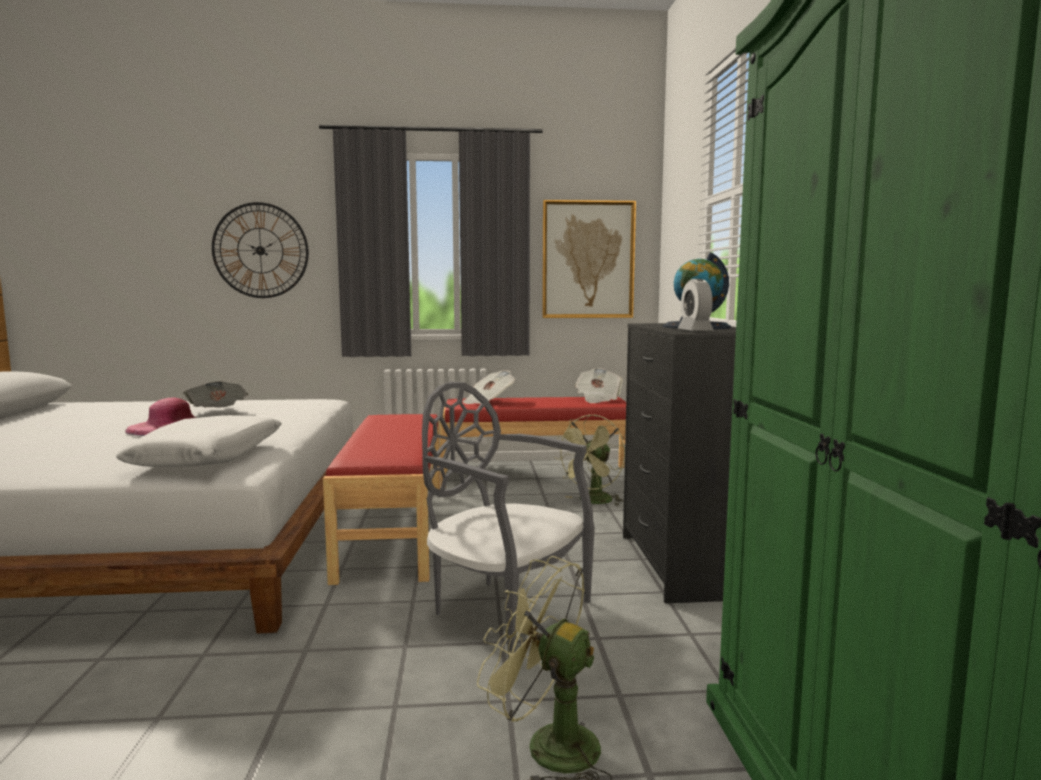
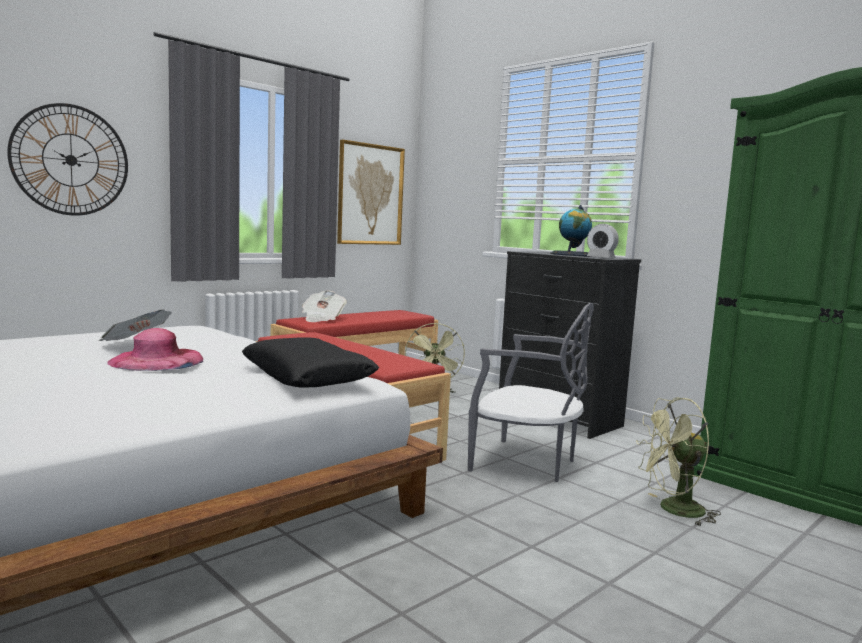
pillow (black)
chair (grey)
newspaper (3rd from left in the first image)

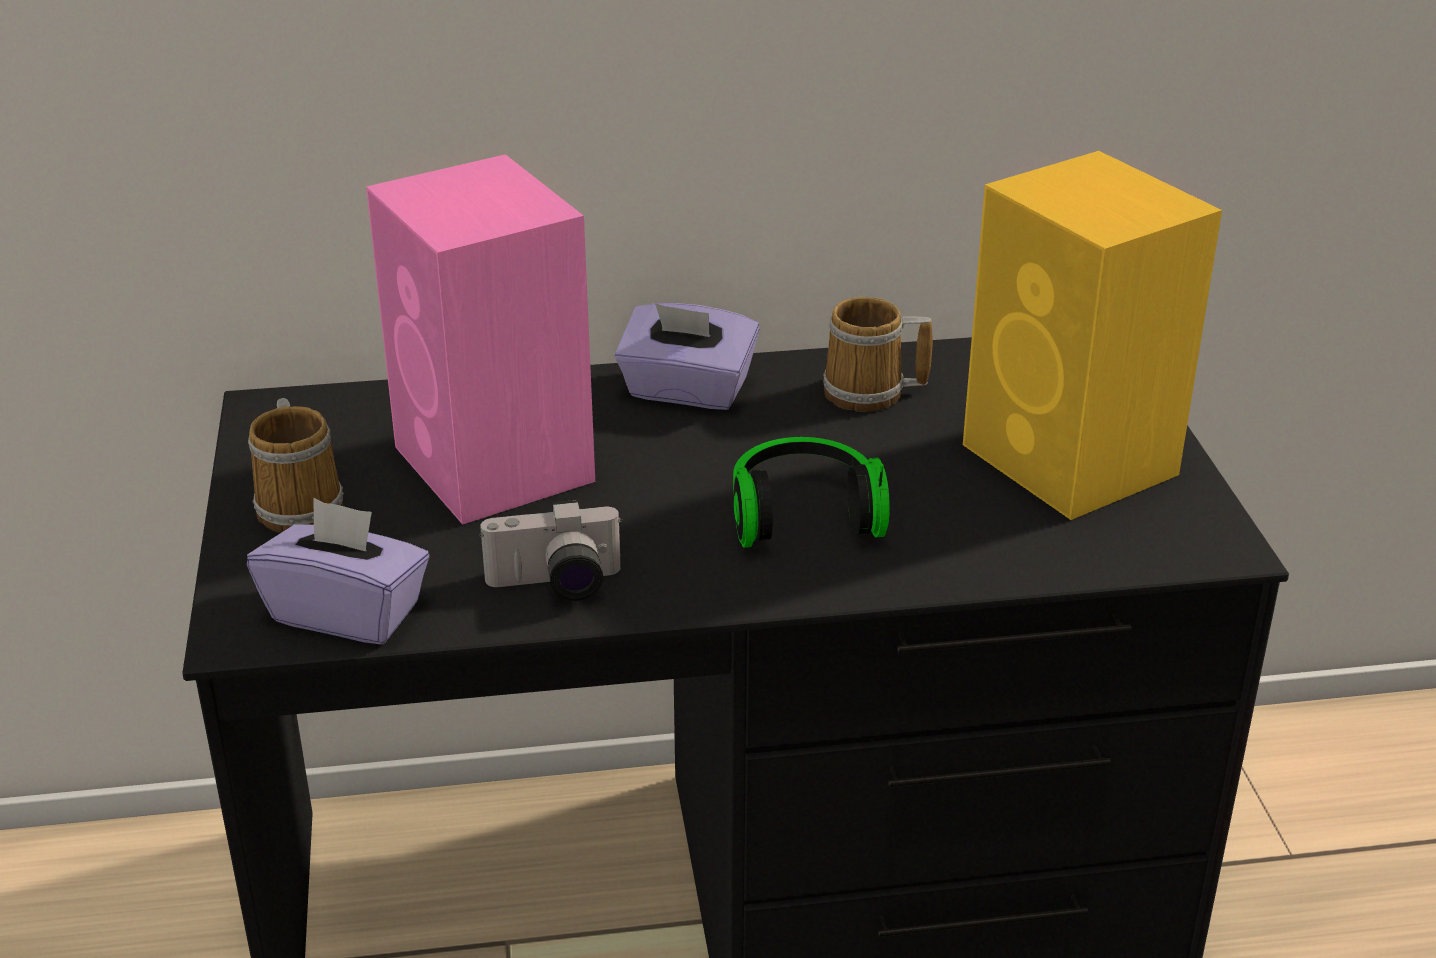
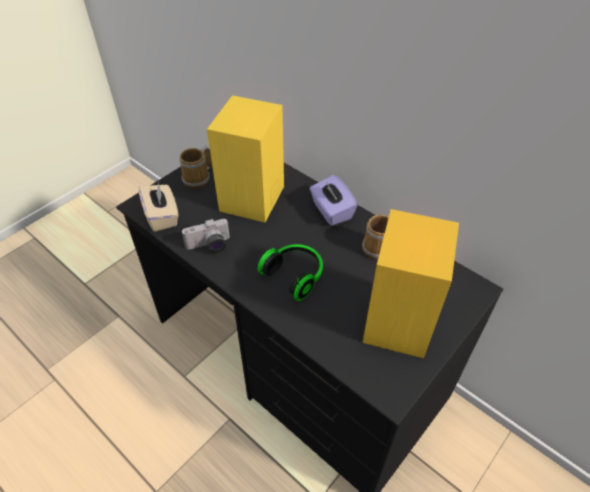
tissue box (beige)
speaker (yellow) (1st from left)
photo camera

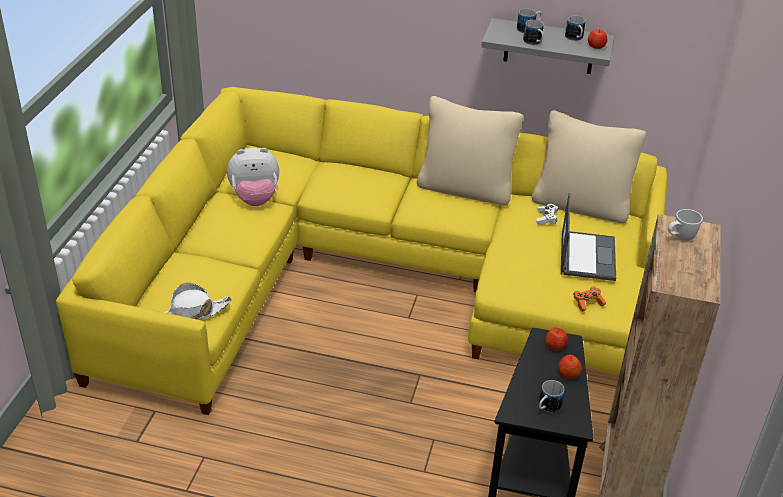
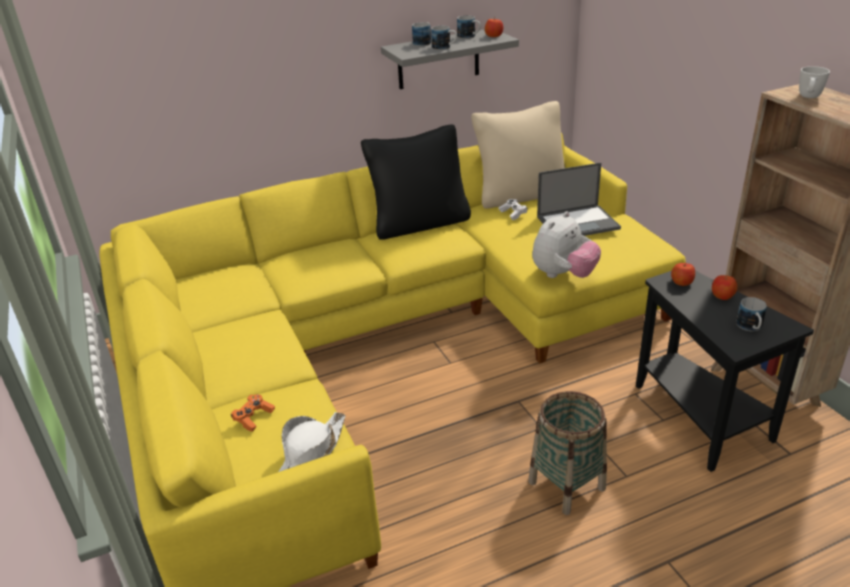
plush toy
pillow (black)
laptop
game controller (orange)
basket

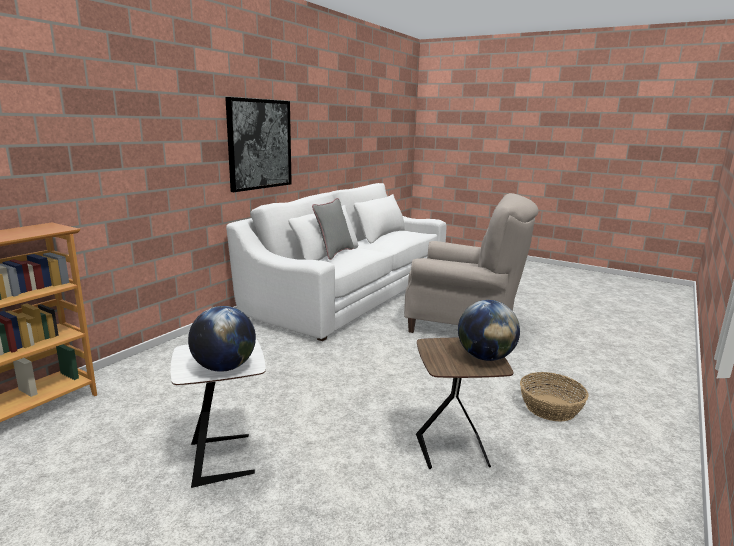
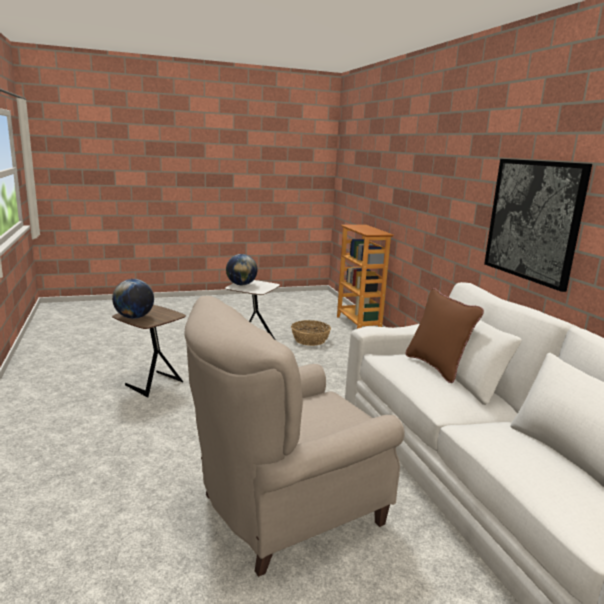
pillow (brown)
basket

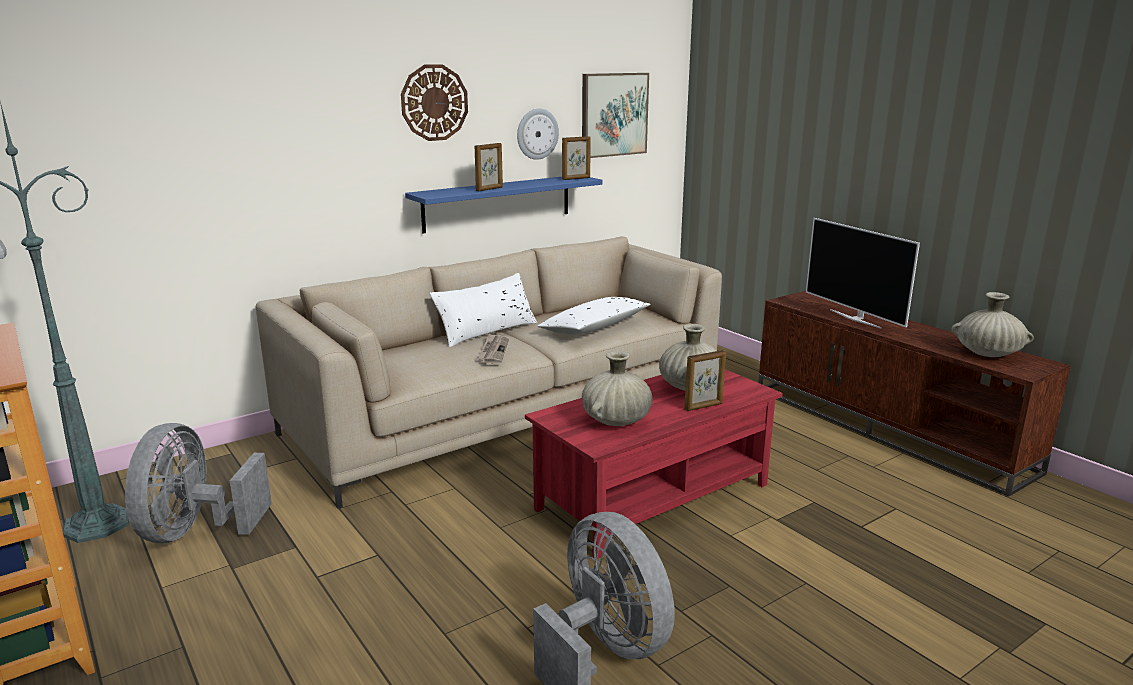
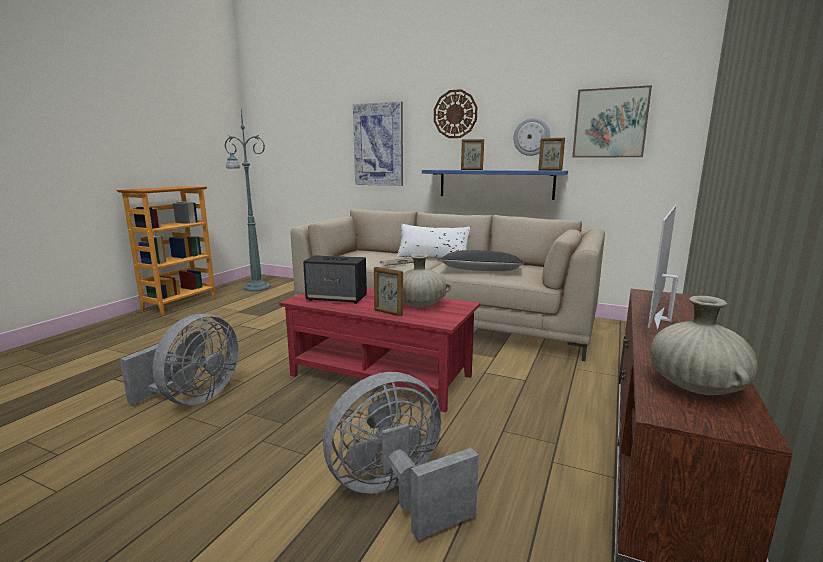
fan (grey) (2nd from left)
pillow (black)
speaker
picture (1st from left)

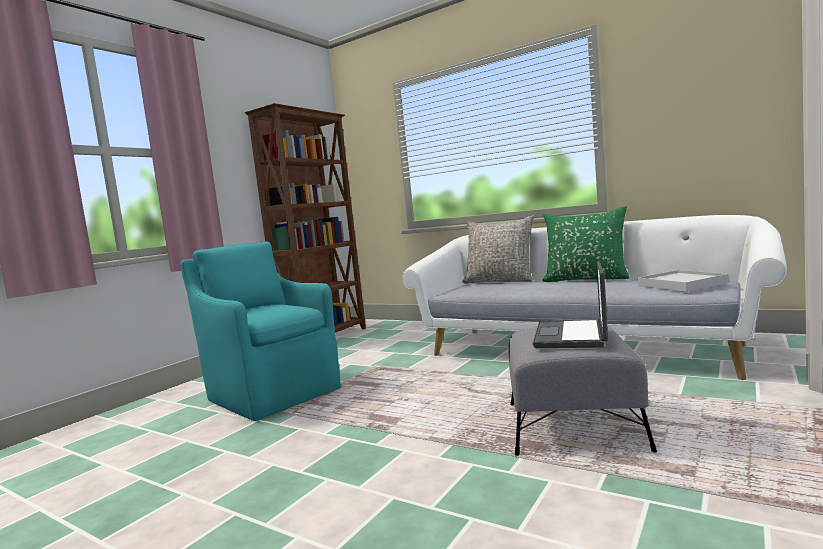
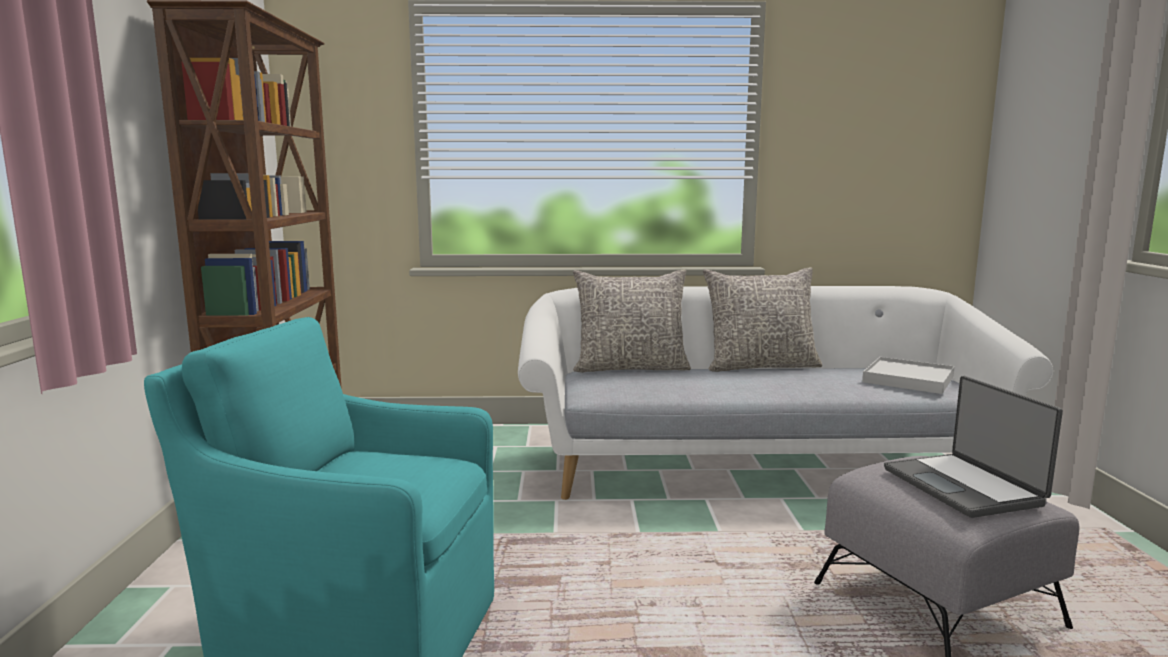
pillow (grey) (2nd from left)

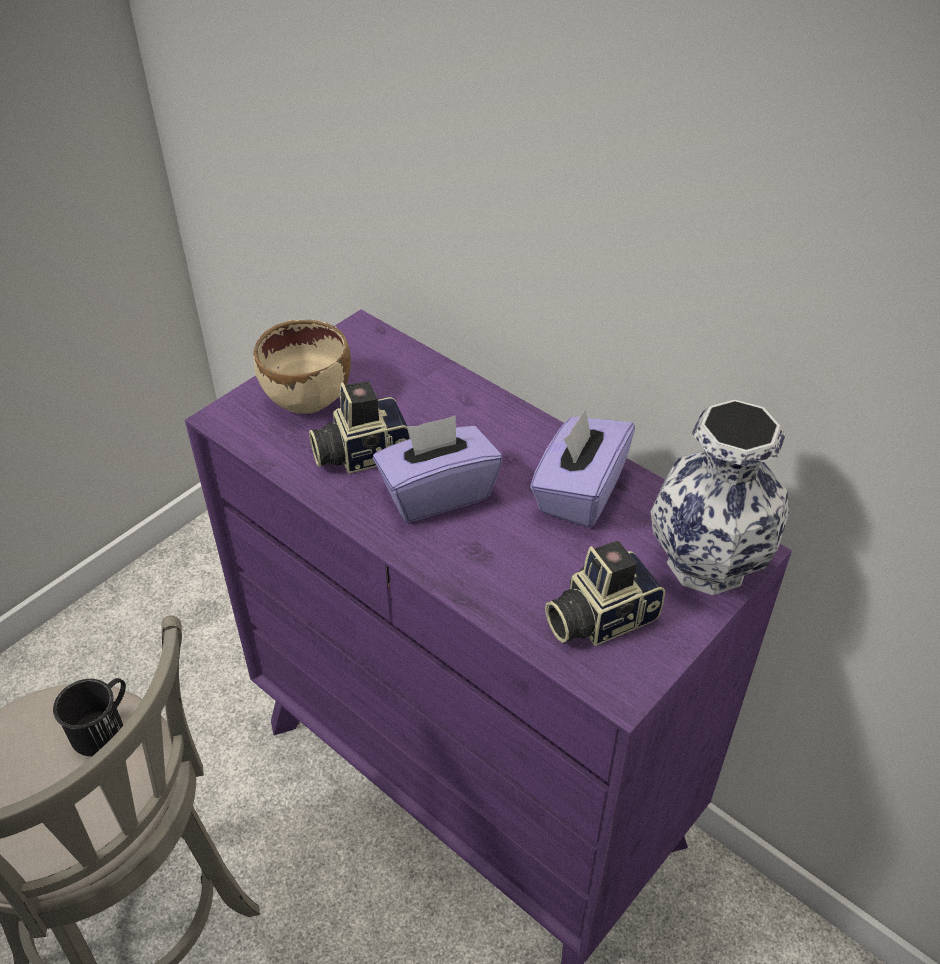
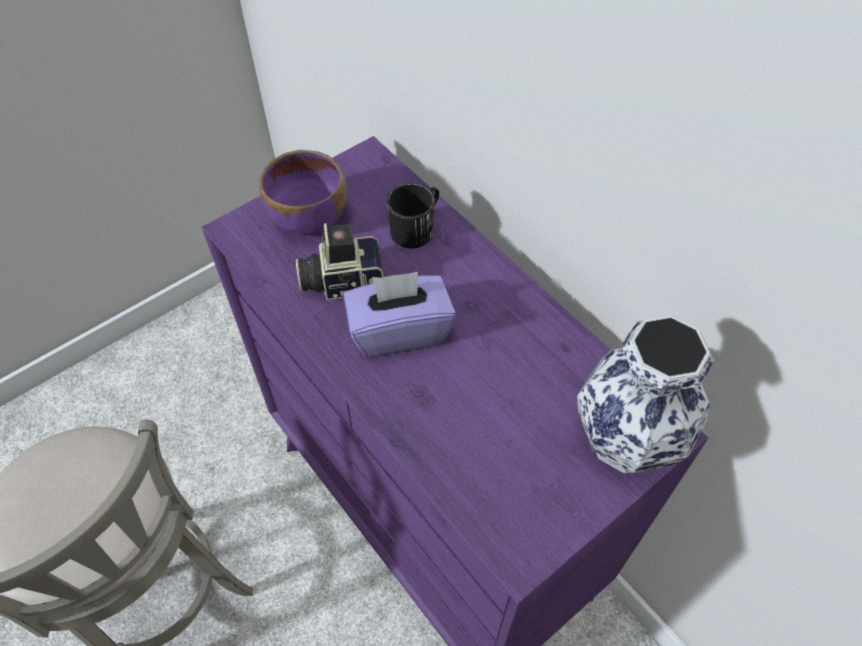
mug (black)
bowl (purple)
tissue box (purple) (2nd from left in the first image)
photo camera (2nd from left in the first image)

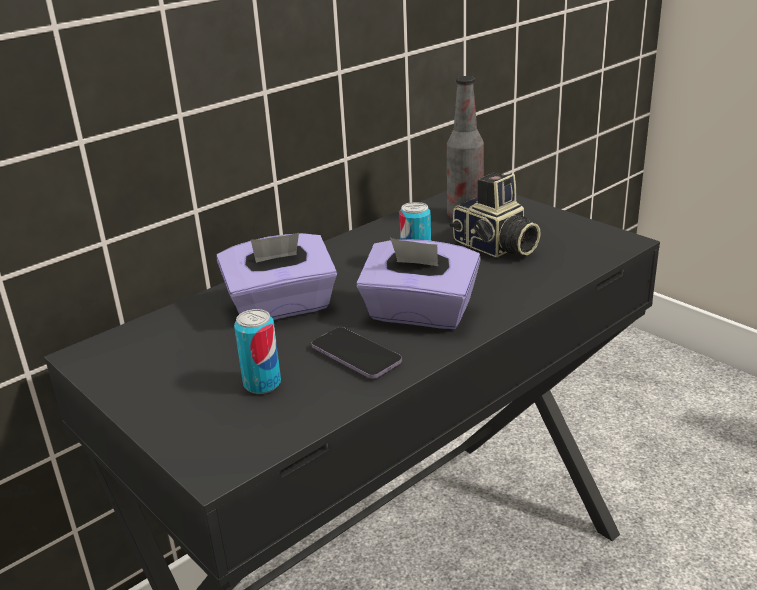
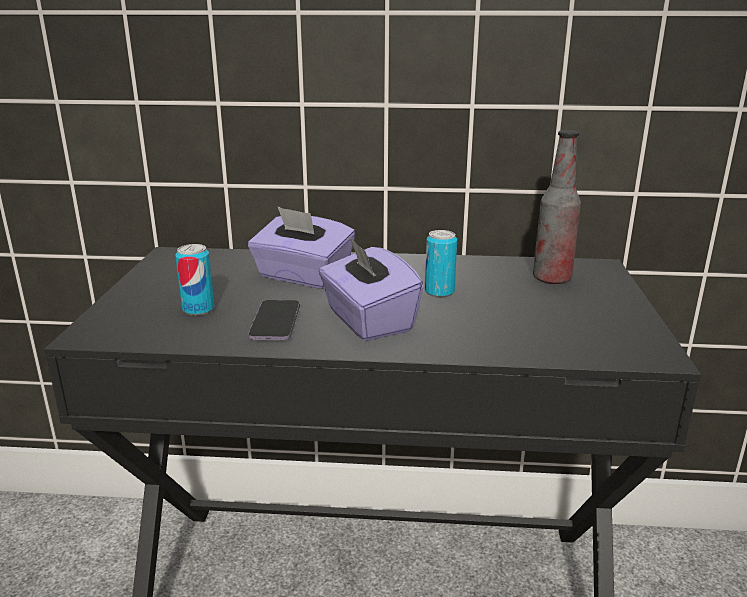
photo camera

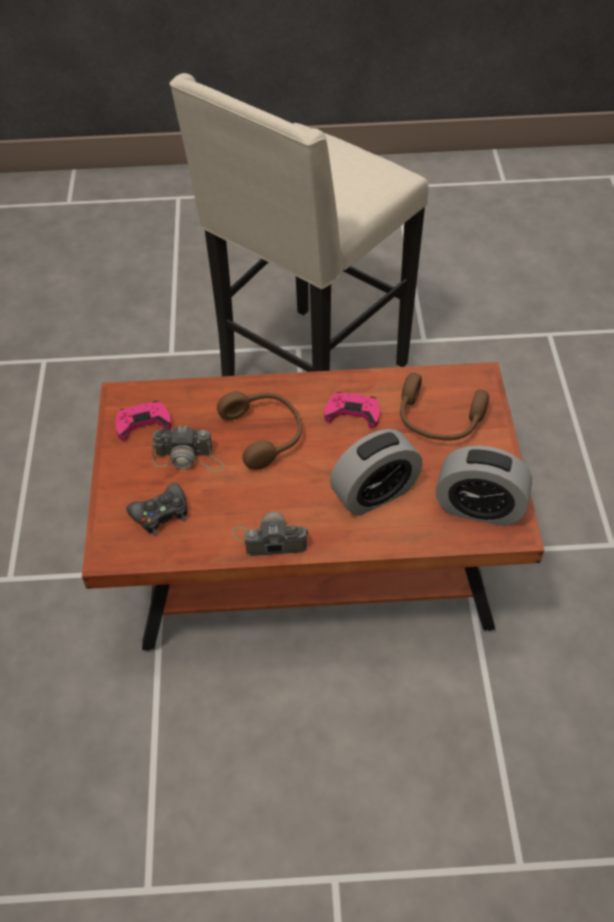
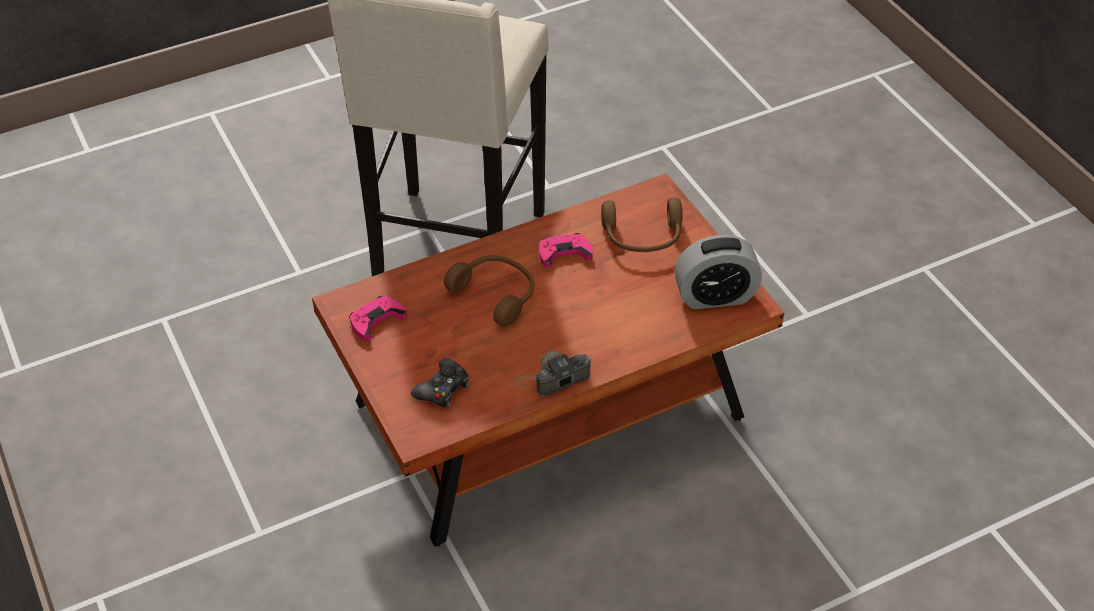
photo camera (1st from left in the first image)
alarm clock (1st from left in the first image)

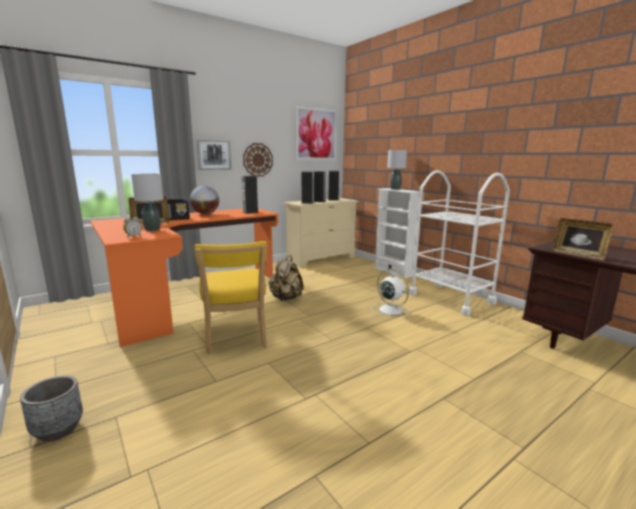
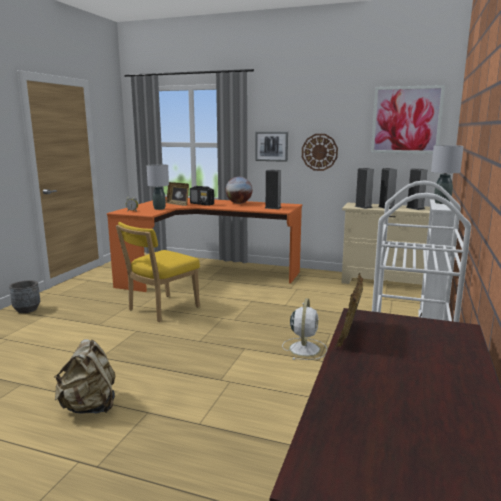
backpack (beige)

